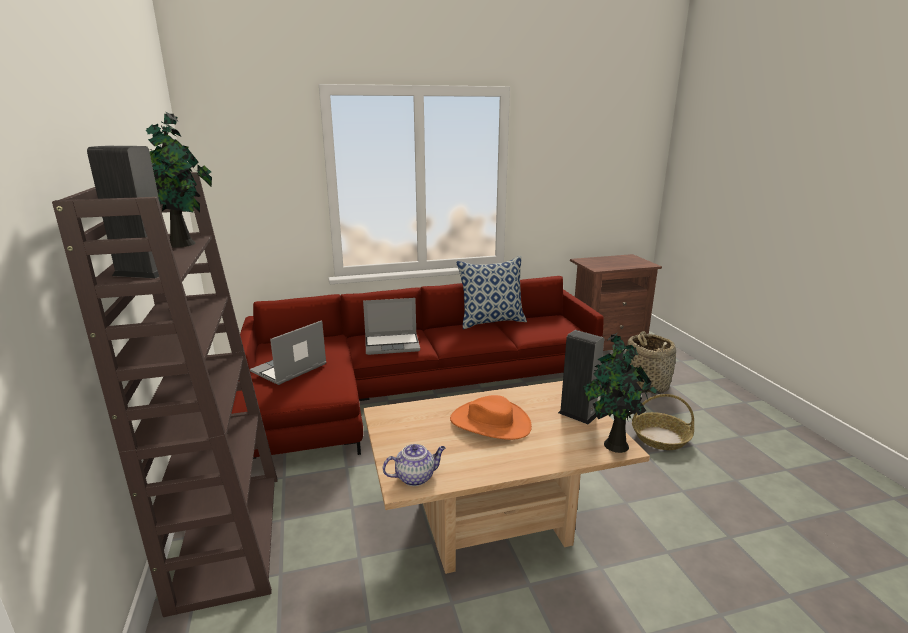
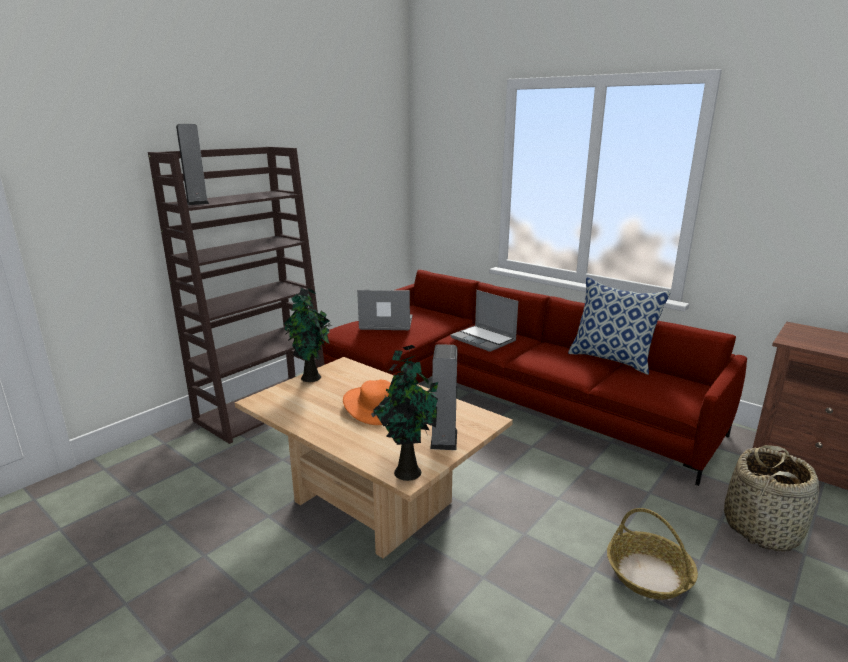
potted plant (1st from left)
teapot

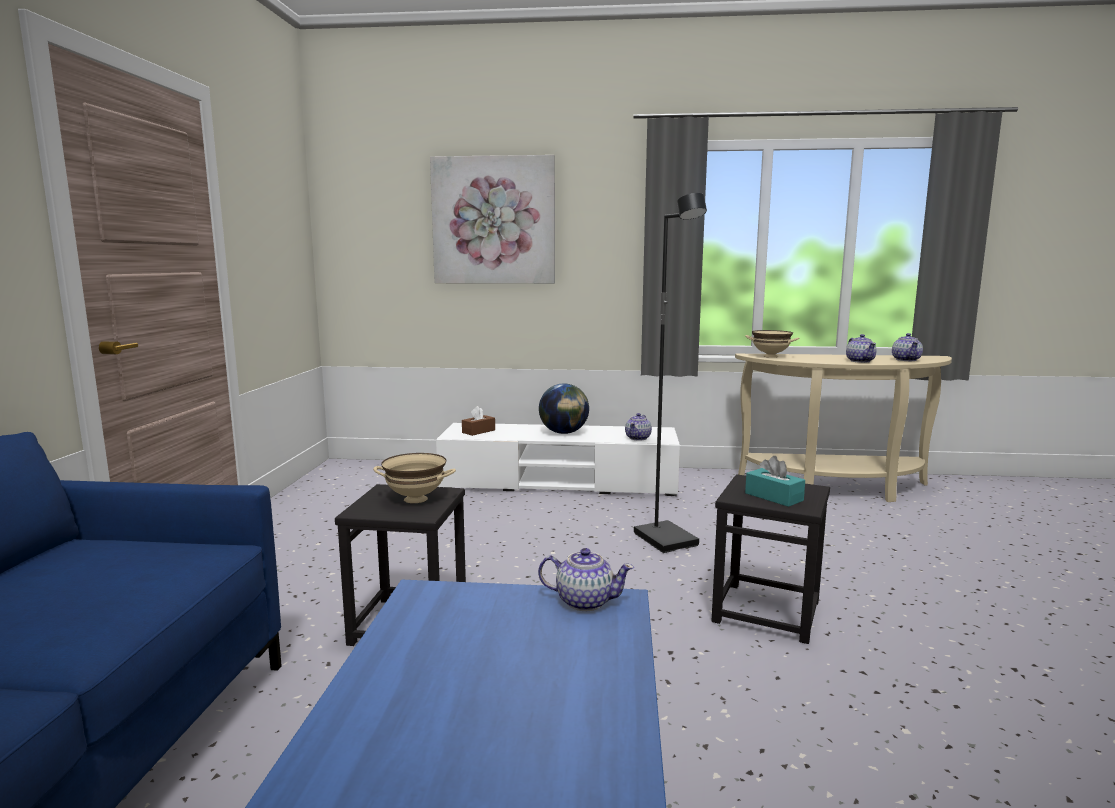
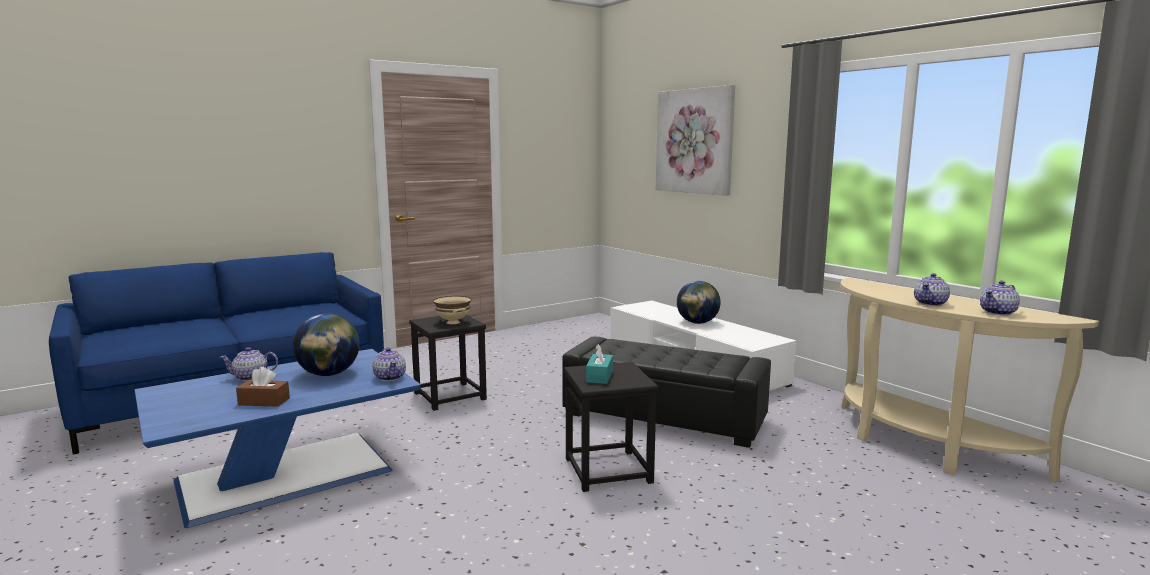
tissue box (brown)
teapot (1st from left)
ottoman (black)
bowl (beige) (2nd from left in the first image)
globe (1st from left)

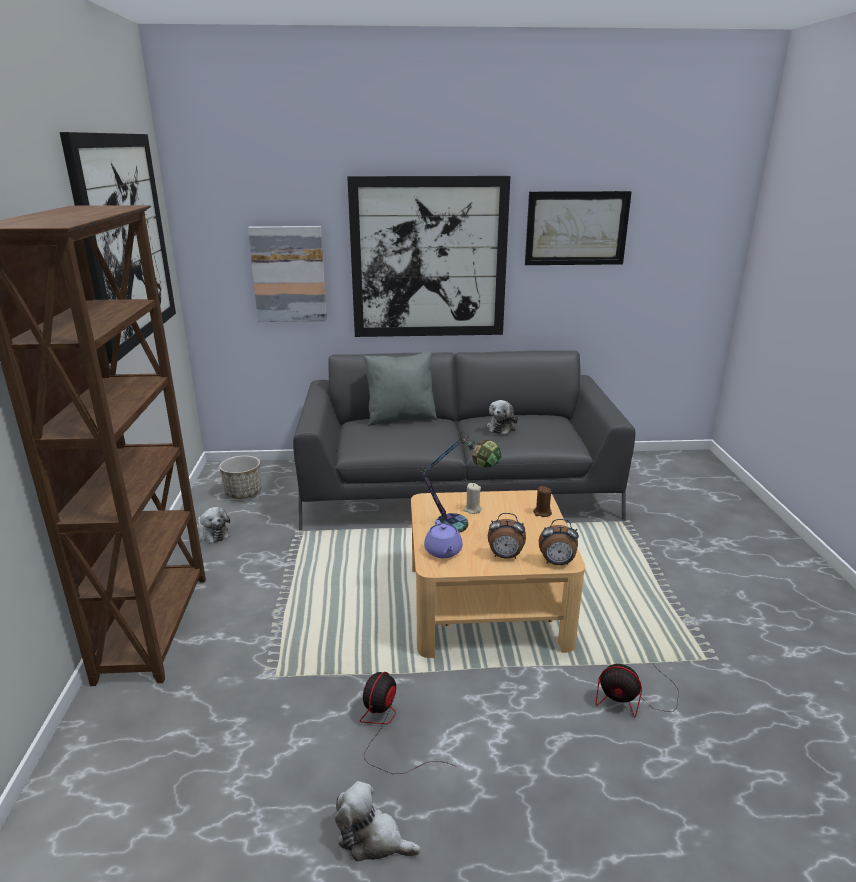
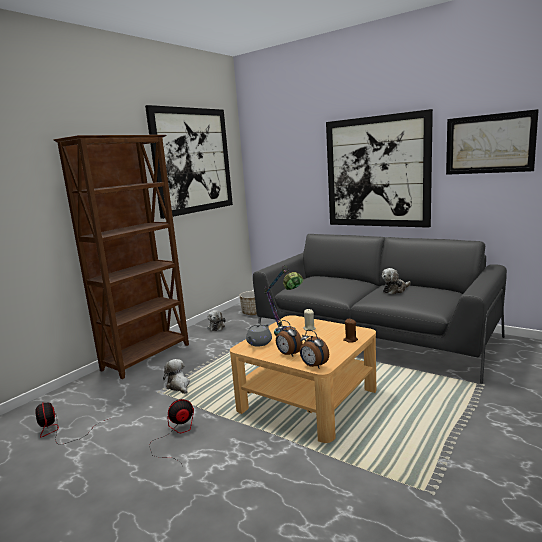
picture (2nd from left in the first image)
plush toy (1st from left)
pillow (grey)
teapot (grey)
fan (1st from left)

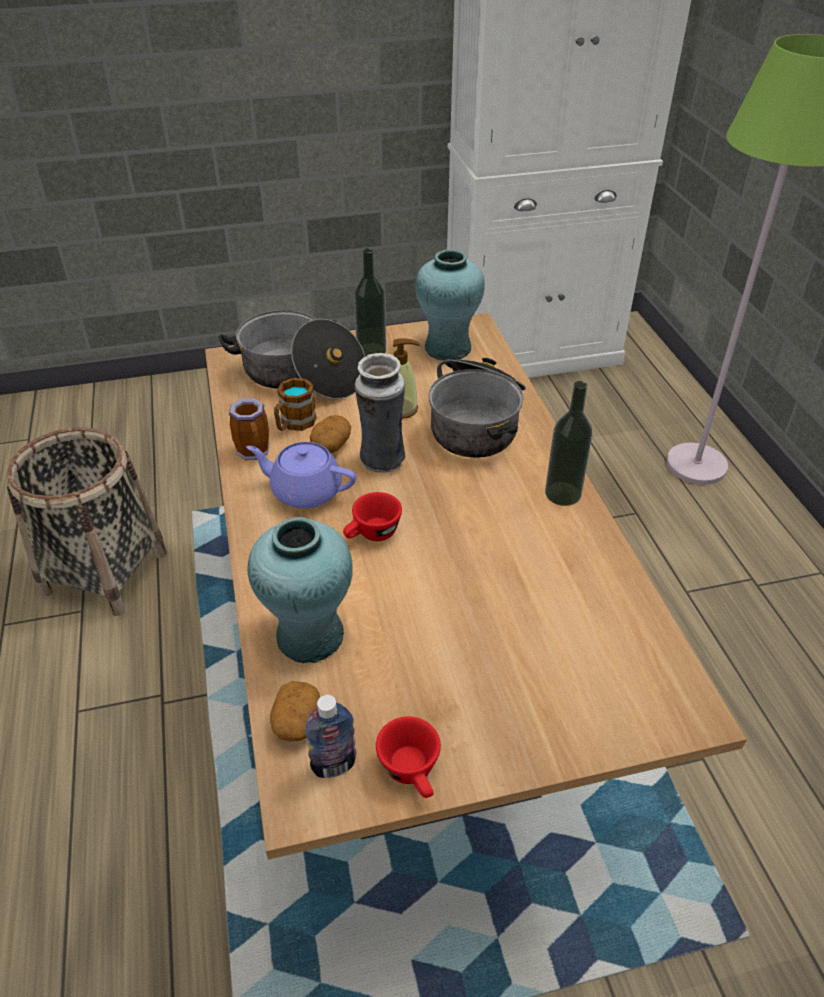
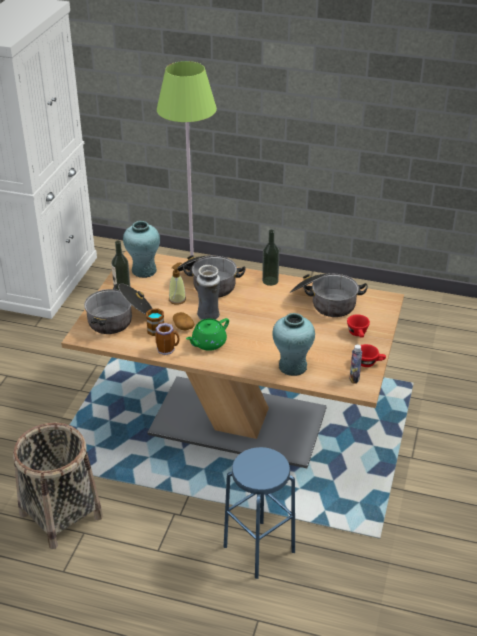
teapot (green)
potato (1st from left in the first image)
cup (red) (1st from left)
stool (blue)
cooking pot (3rd from left)

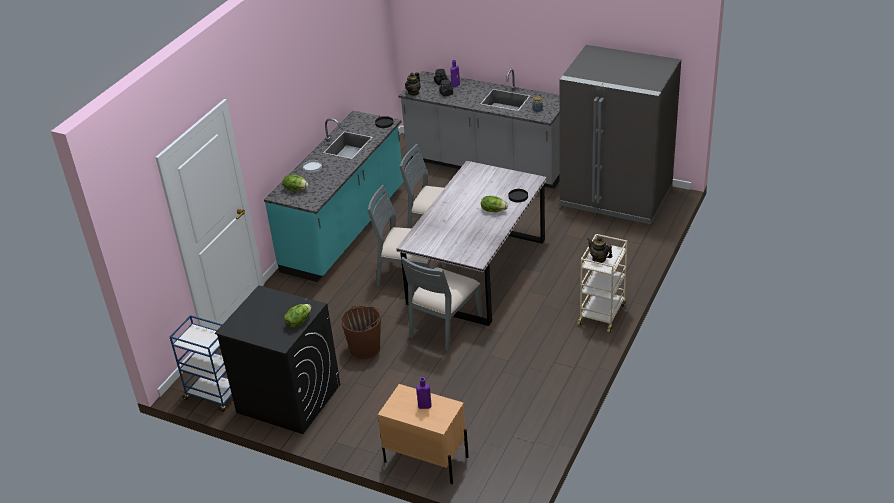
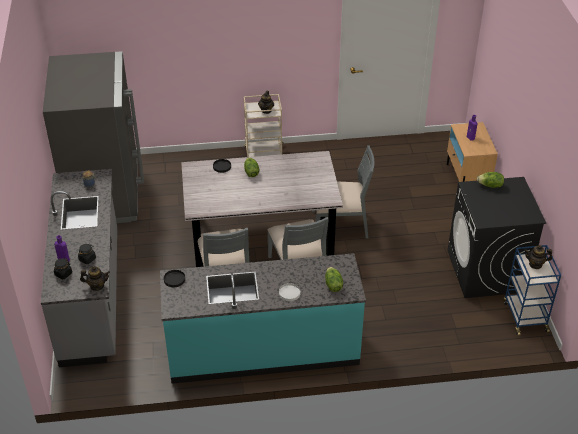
bucket (brown)
teapot (3rd from left)

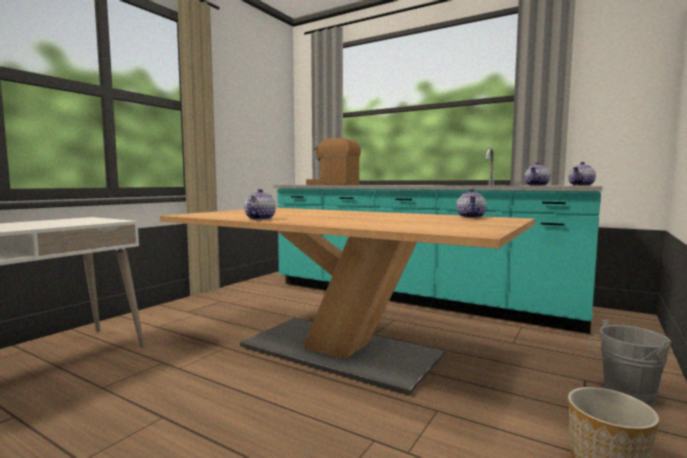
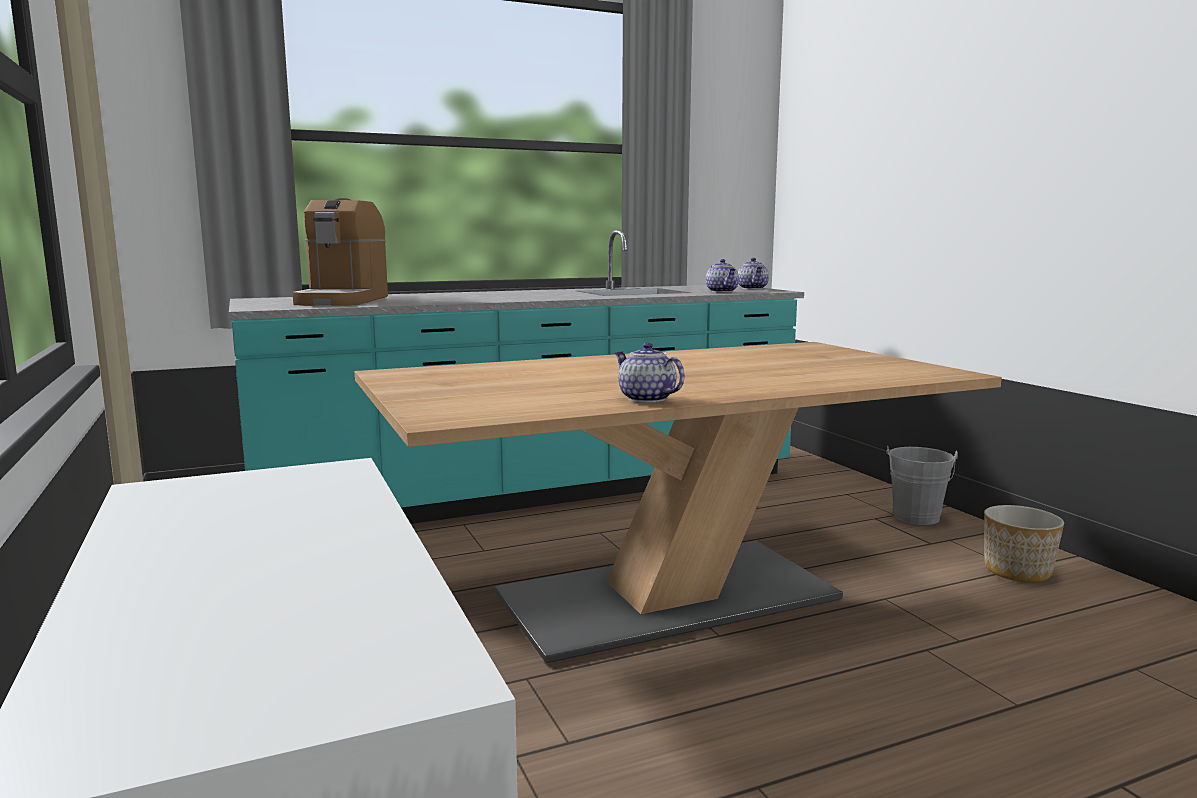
coffee machine
teapot (2nd from left in the first image)

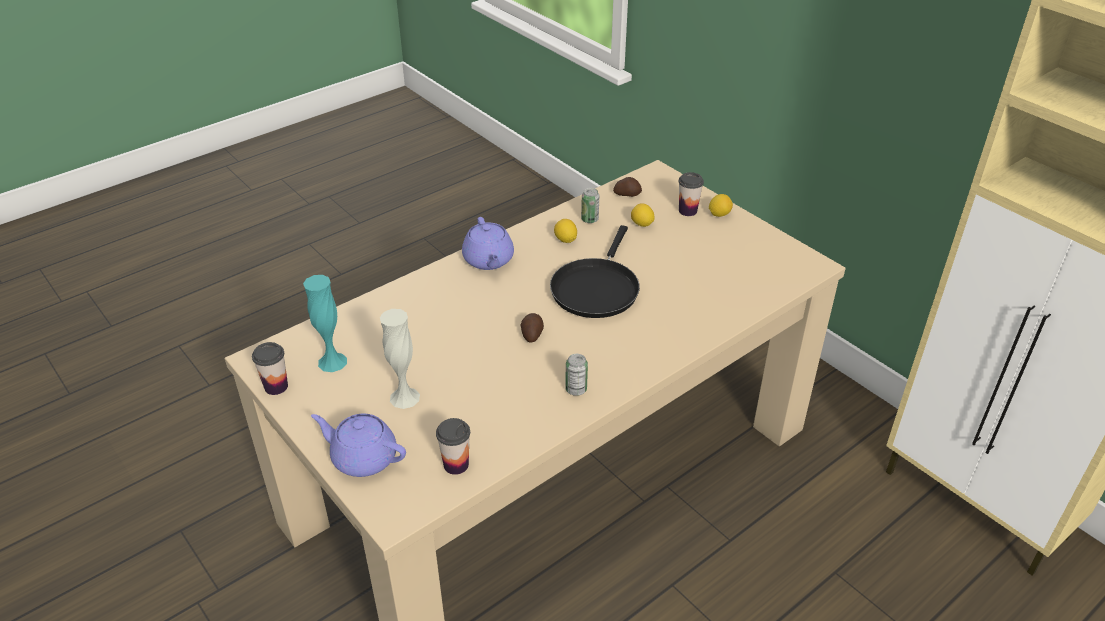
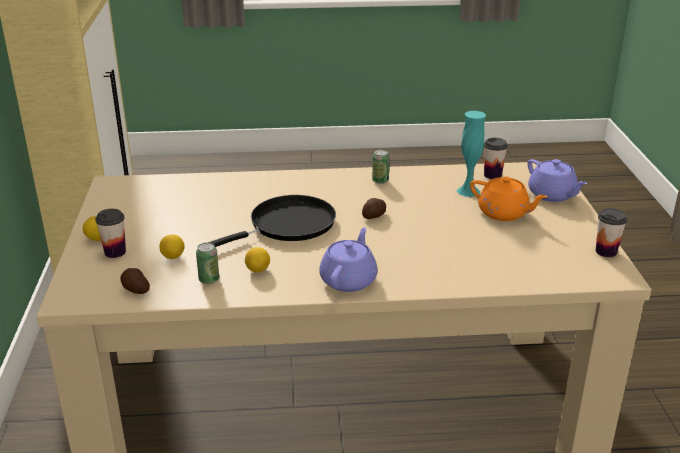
vase (turquoise)
teapot (orange)

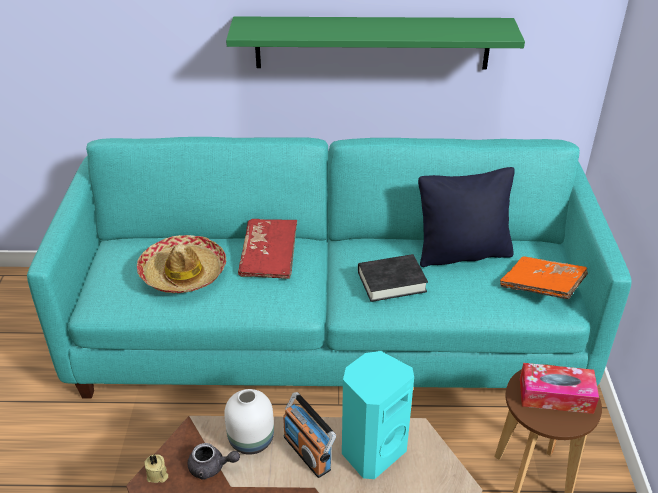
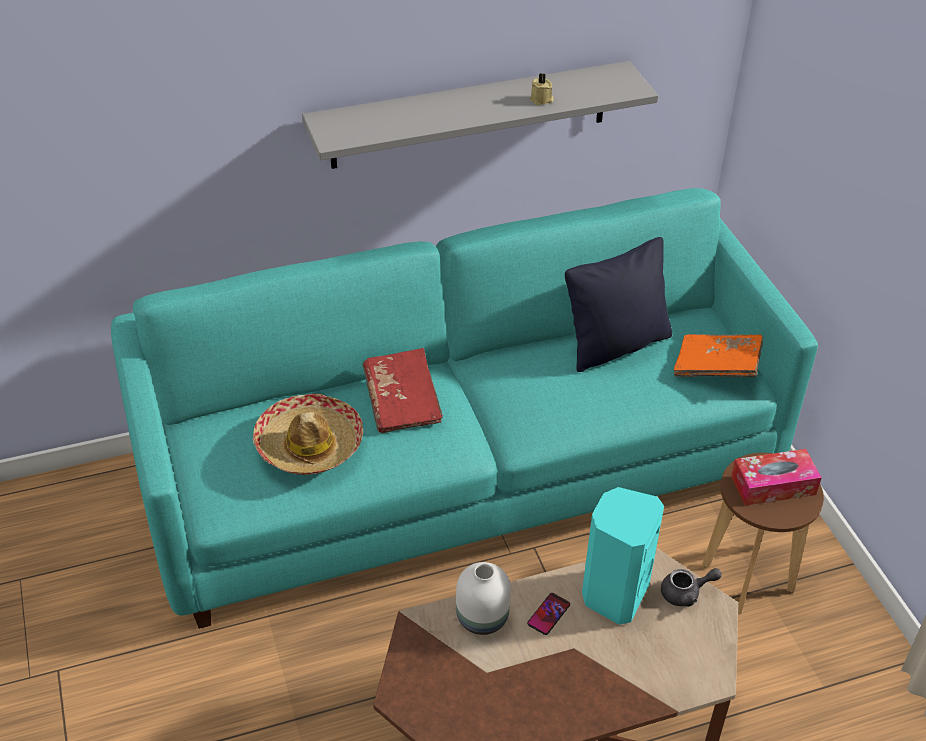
candle (beige)
teapot (grey)
shelf (grey)
phone
book (black)

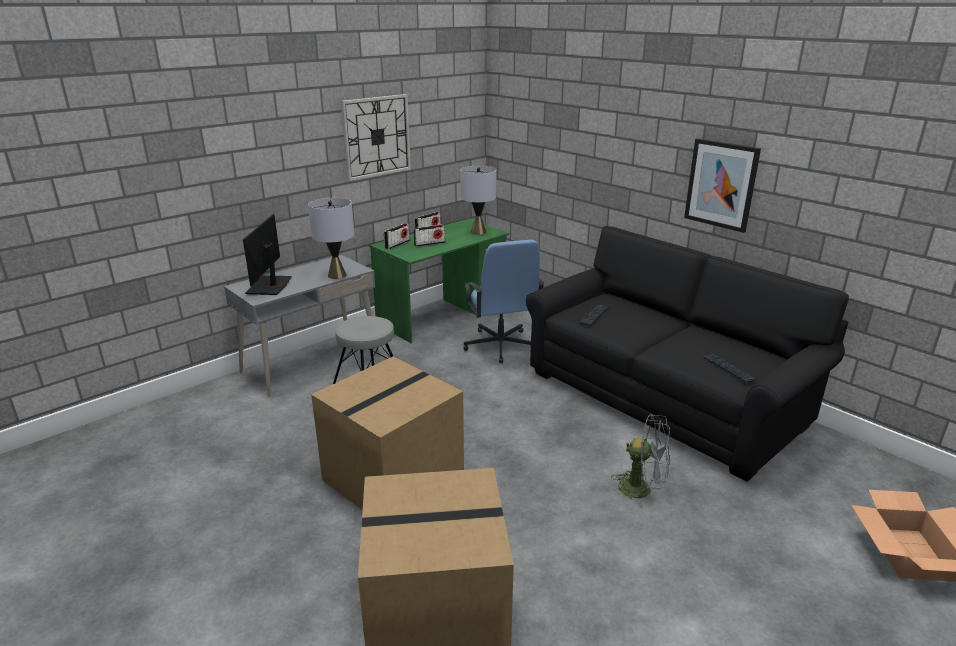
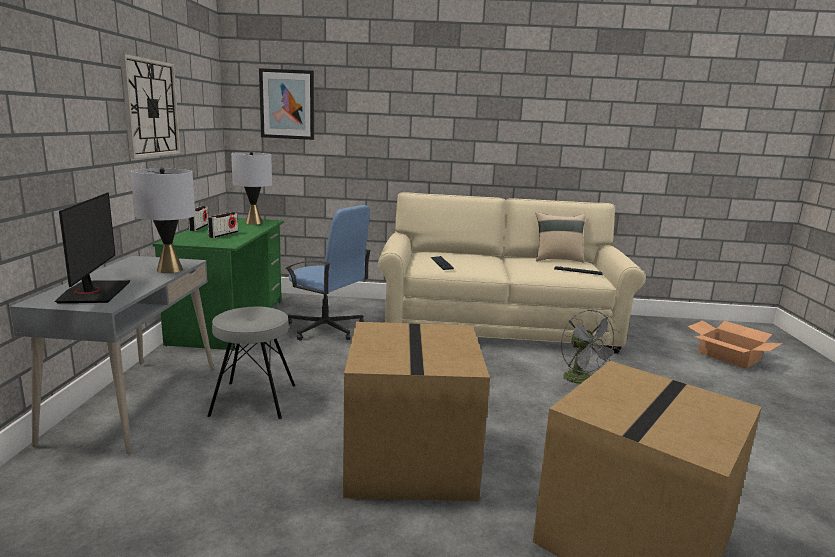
monitor
radio (1st from left in the first image)
sofa (beige)
fan (grey)
picture
pillow (beige)

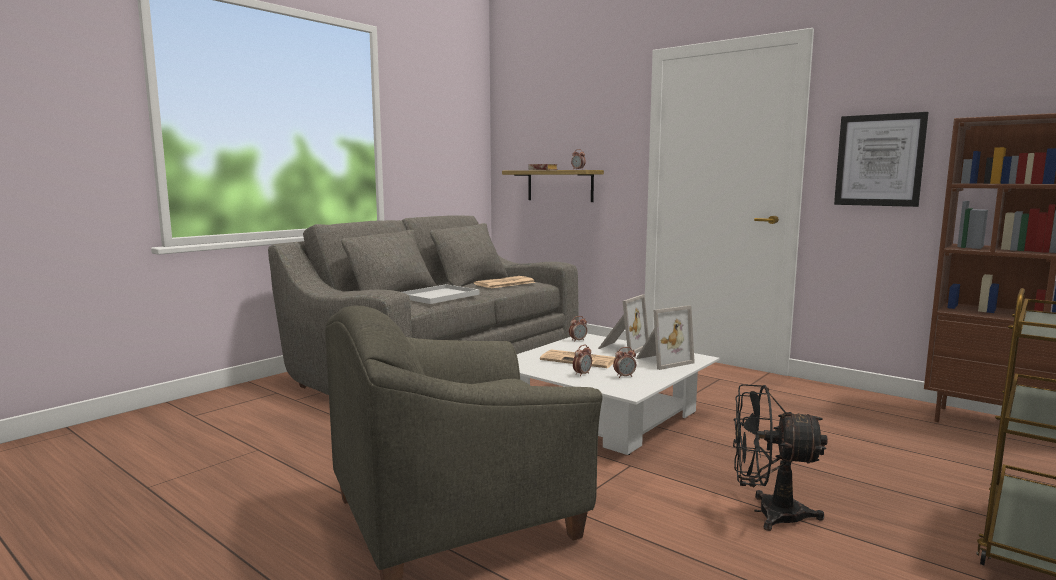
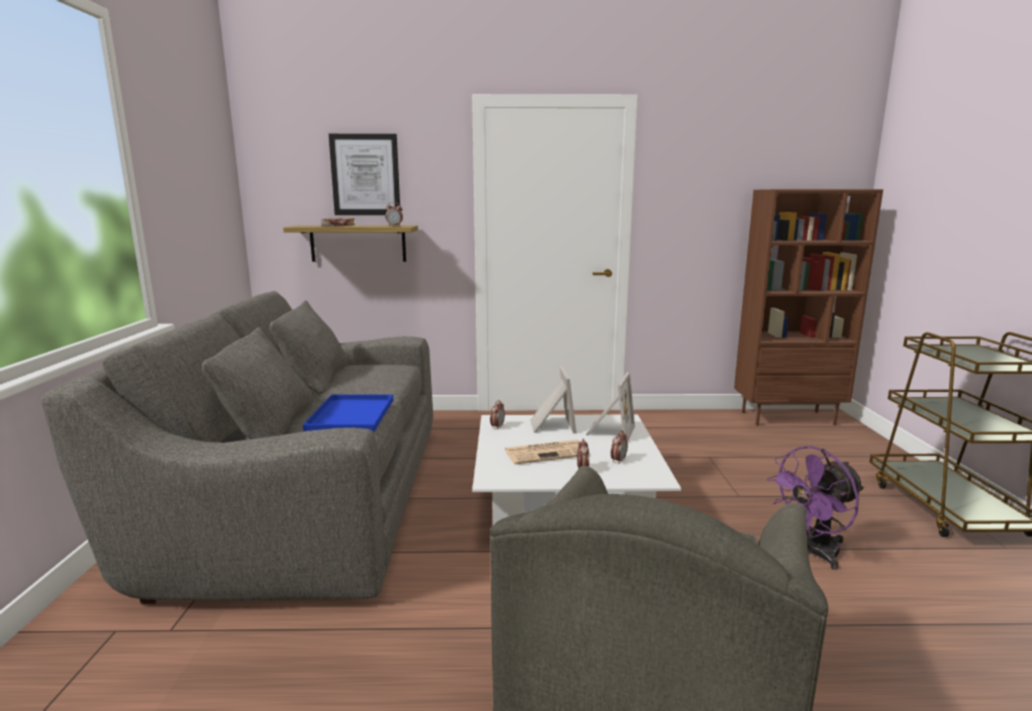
tray (blue)
newspaper (1st from left in the first image)
fan (purple)
picture

